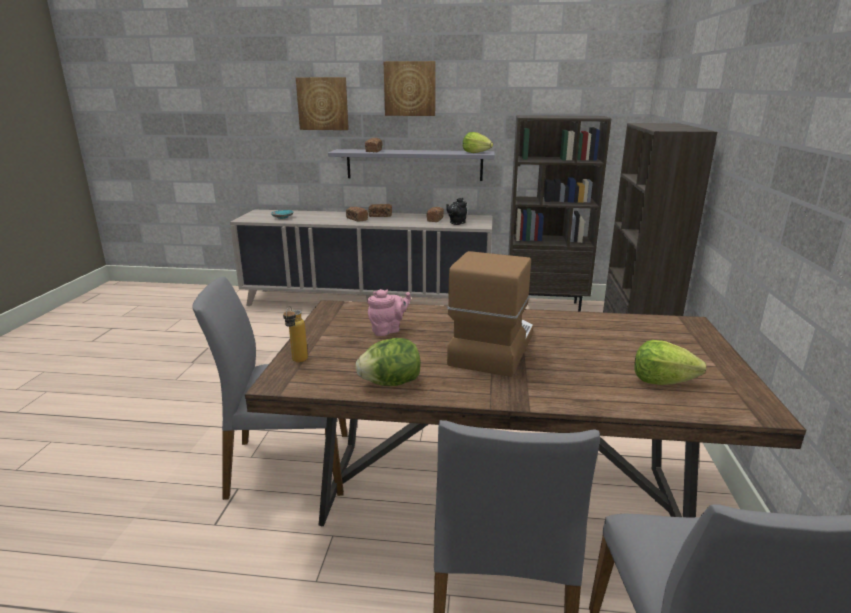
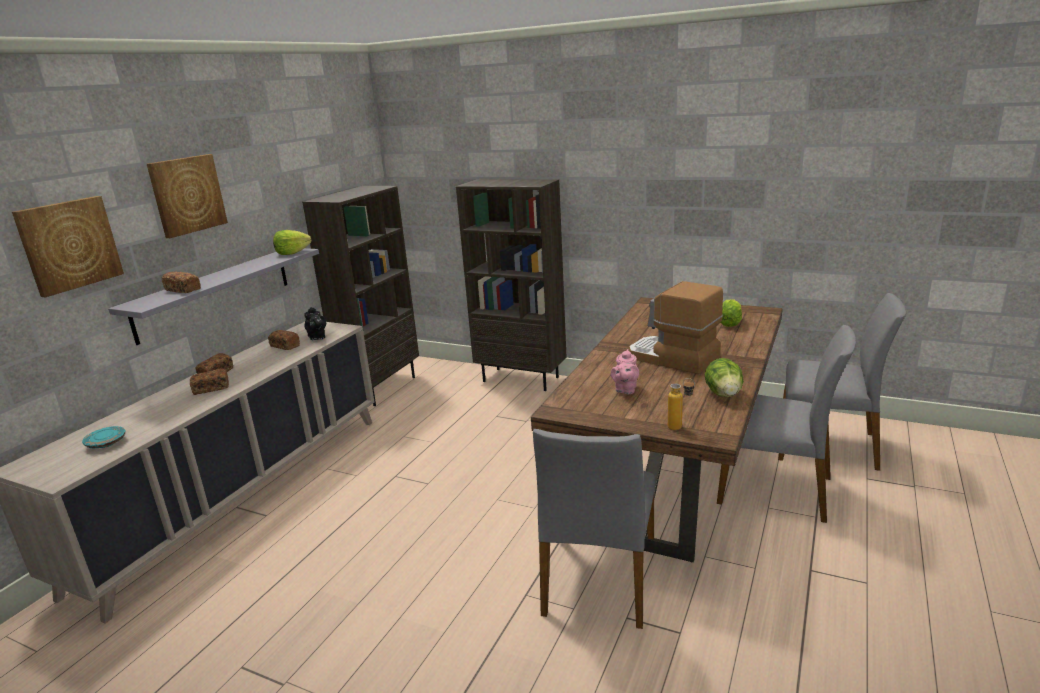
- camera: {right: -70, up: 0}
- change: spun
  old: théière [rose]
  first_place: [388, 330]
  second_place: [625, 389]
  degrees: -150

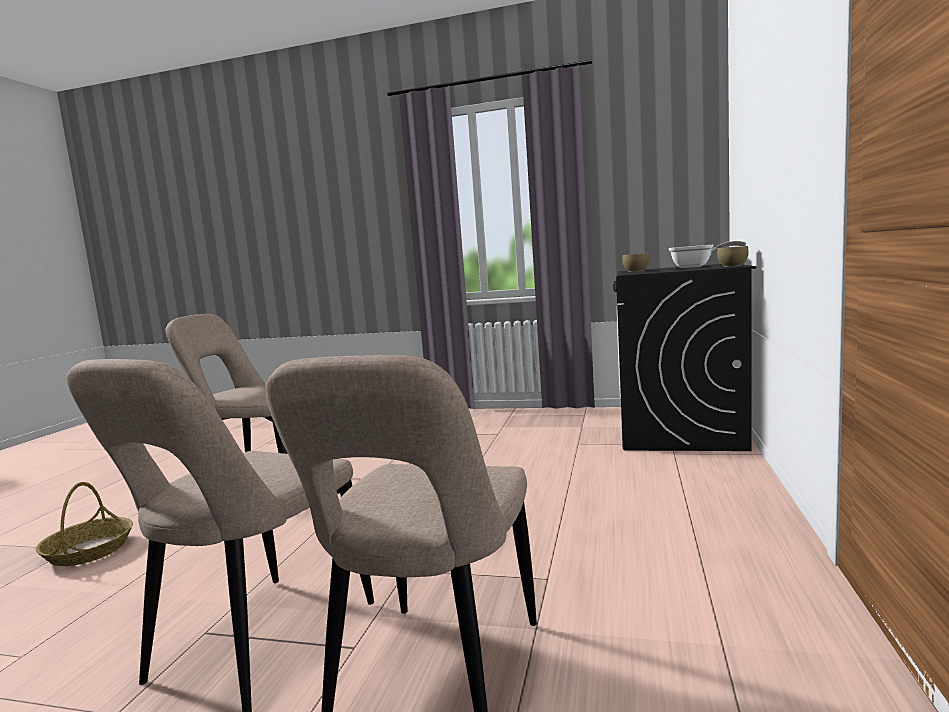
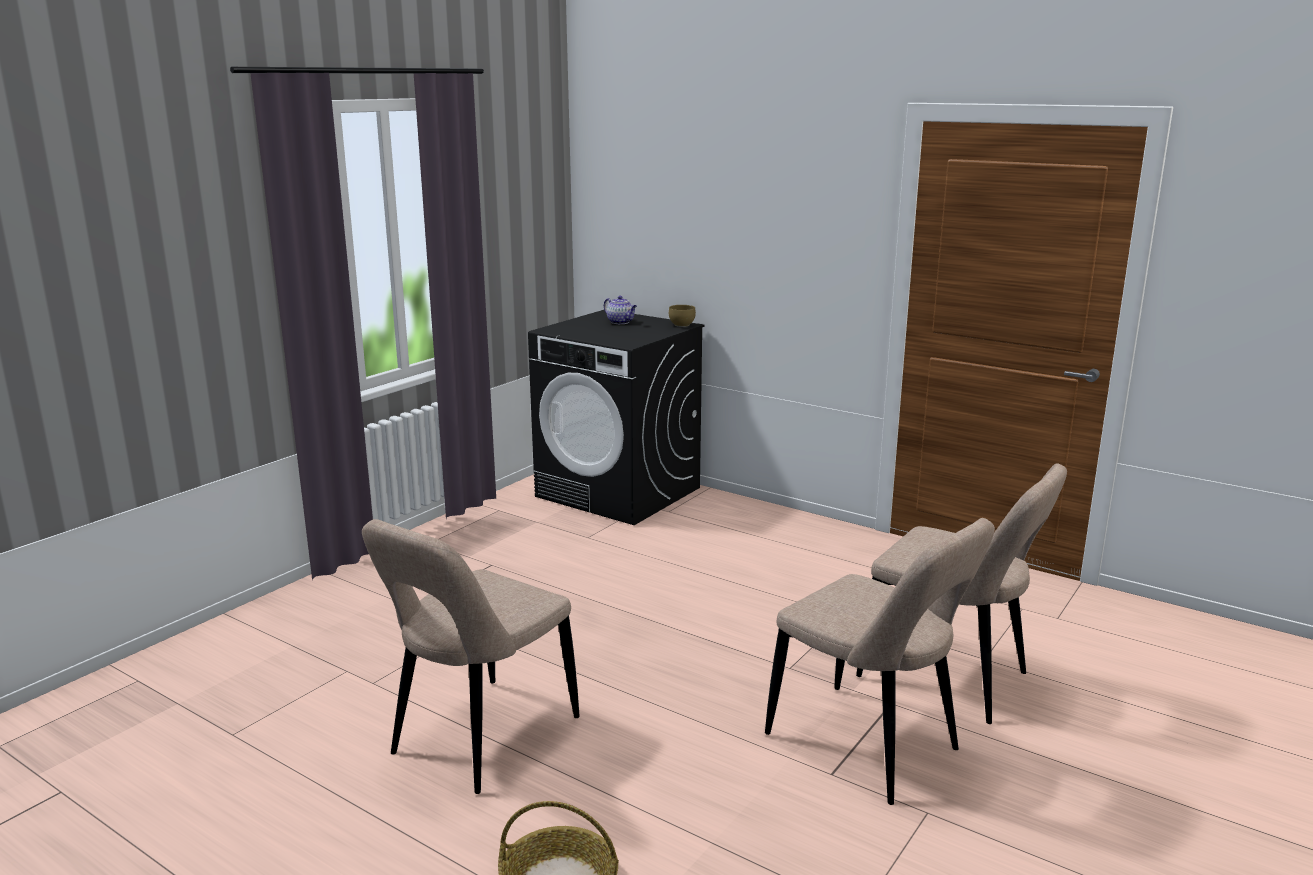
- camera: {right: -70, up: 10}
- change: exchanged
  old: poêle
  new: théière
  first_place: [697, 266]
  second_place: [621, 322]
- change: missing
  old: bol [marron]
  first_place: [637, 271]

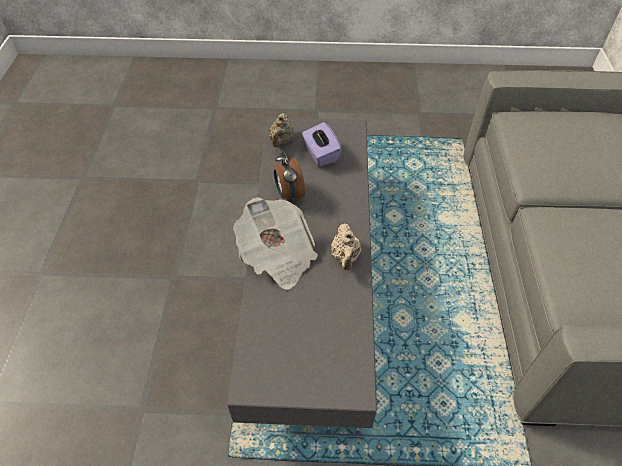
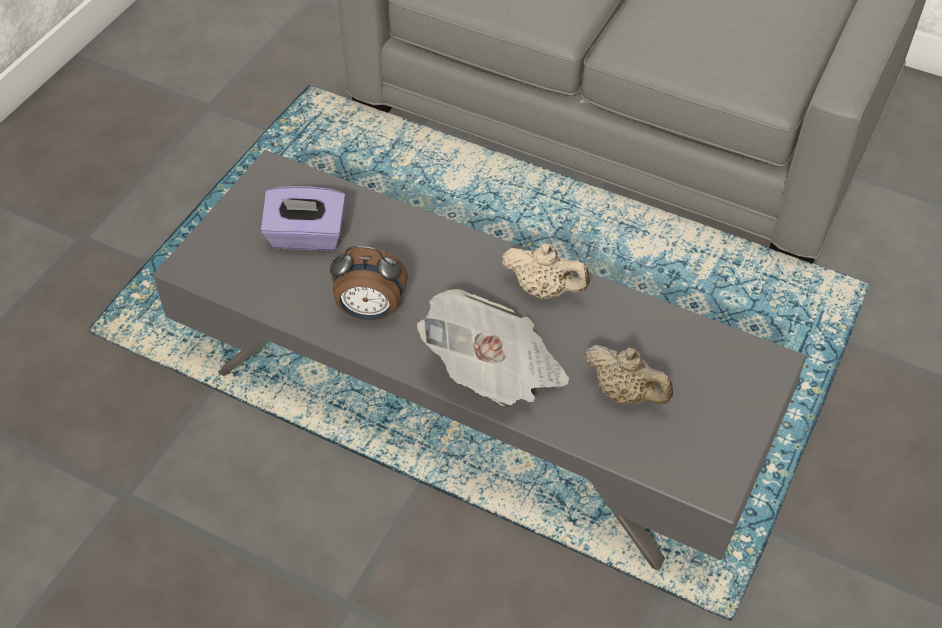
- camera: {right: -65, up: 0}
- change: relocated
  old: théière [beige]
  first_place: [281, 141]
  second_place: [625, 393]

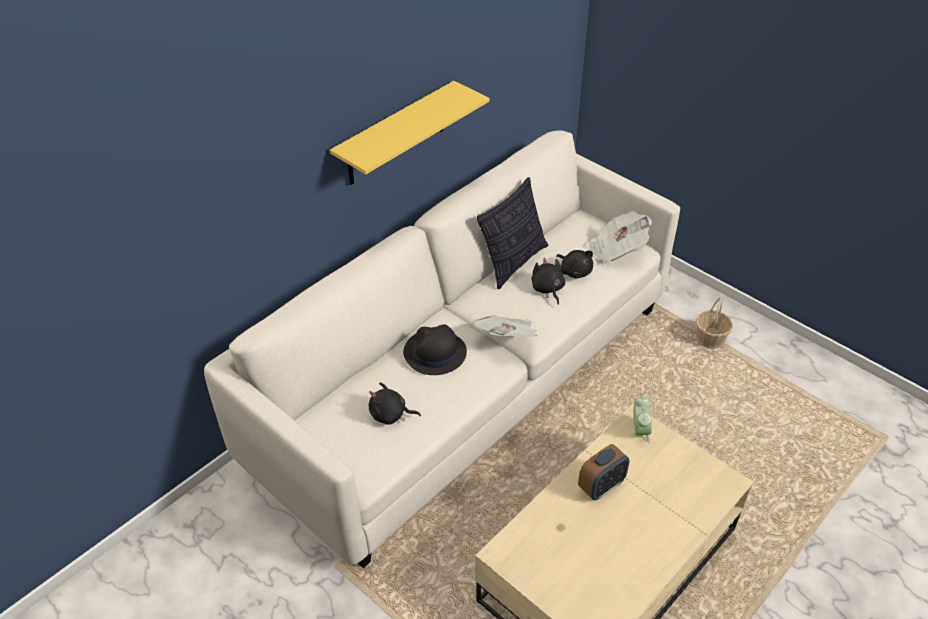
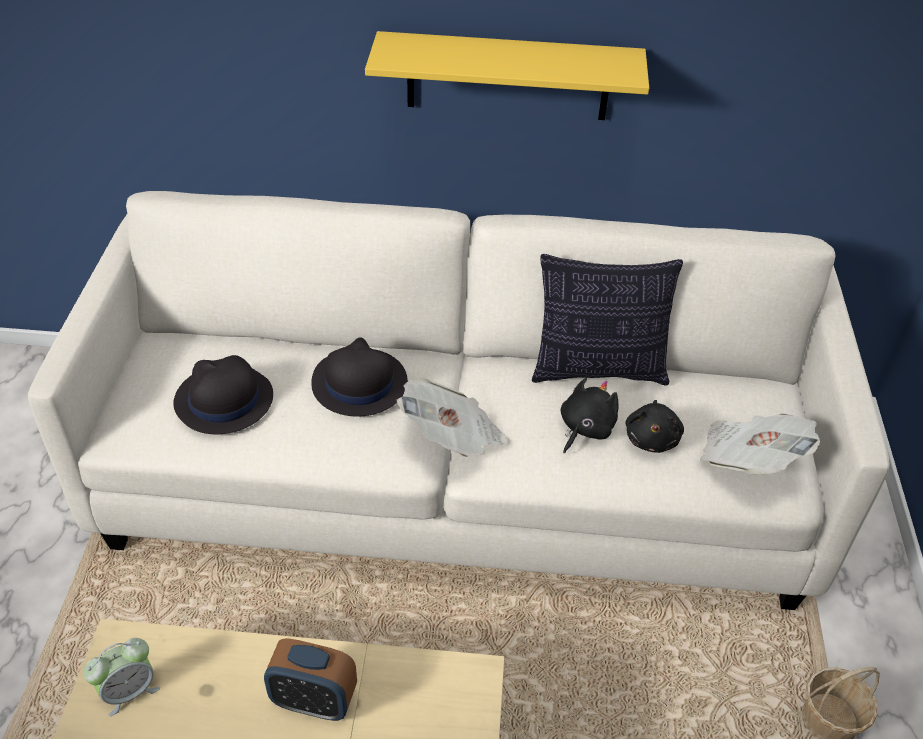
- camera: {right: 50, up: 0}
- change: exchanged
  old: peluche [noir]
  new: chapeau [noir]
  first_place: [390, 415]
  second_place: [223, 400]
- change: relocated
  old: réveil
  first_place: [640, 431]
  second_place: [129, 691]

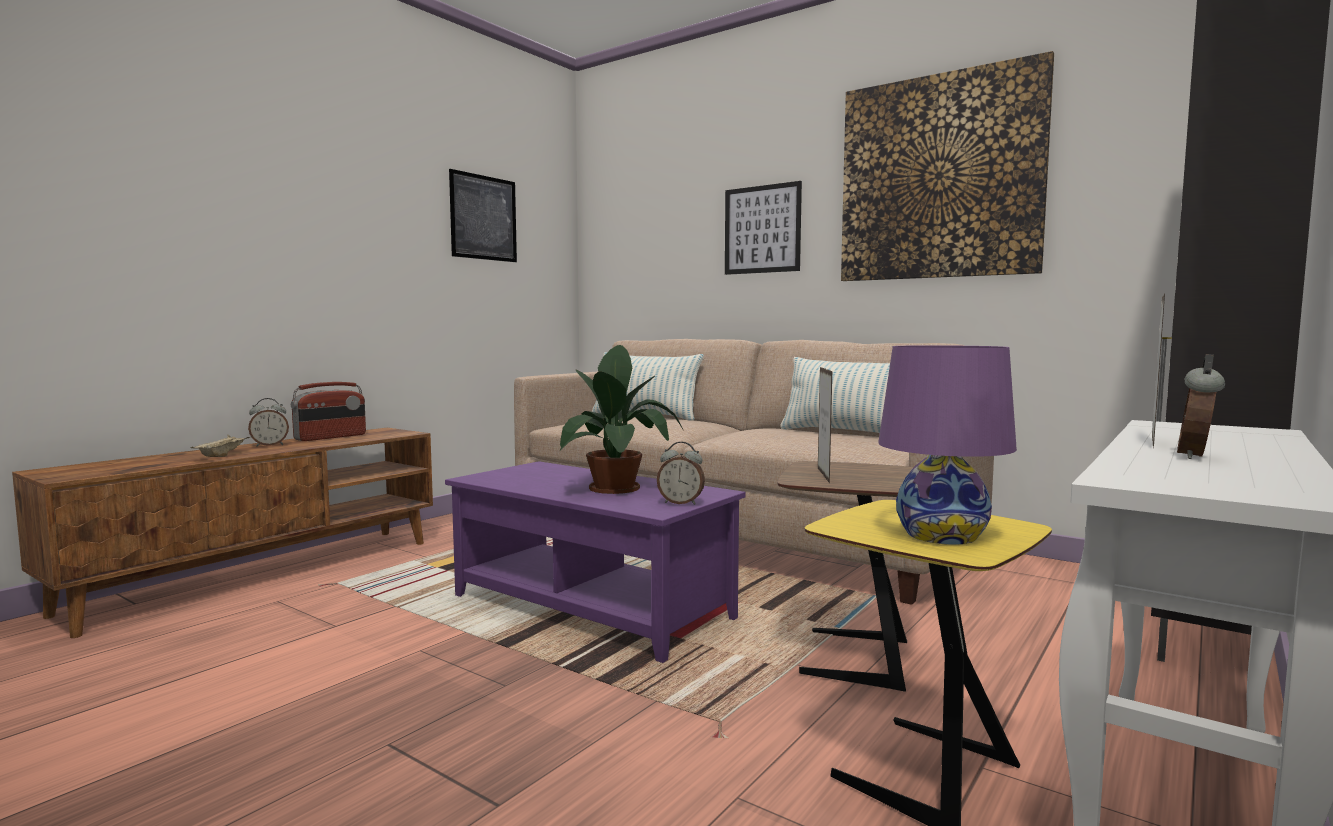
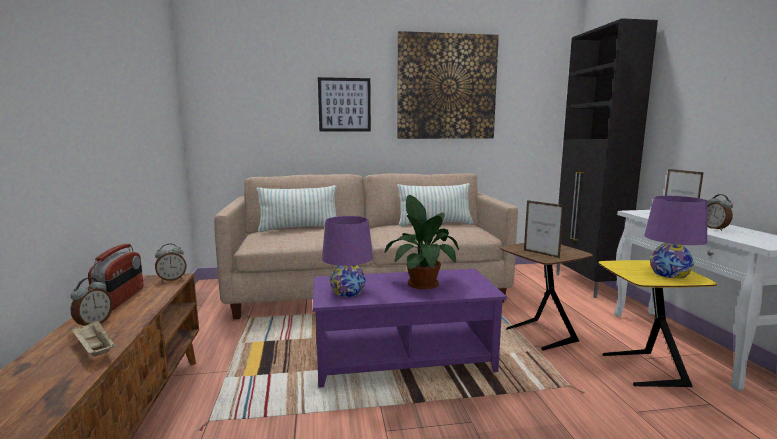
- camera: {right: -45, up: 5}
- change: missing
  old: tableau
  first_place: [483, 218]
- change: relocated
  old: réveil
  first_place: [681, 503]
  second_place: [172, 279]
- change: appeared
  new: lampe de table [violet]
  second_place: [348, 292]

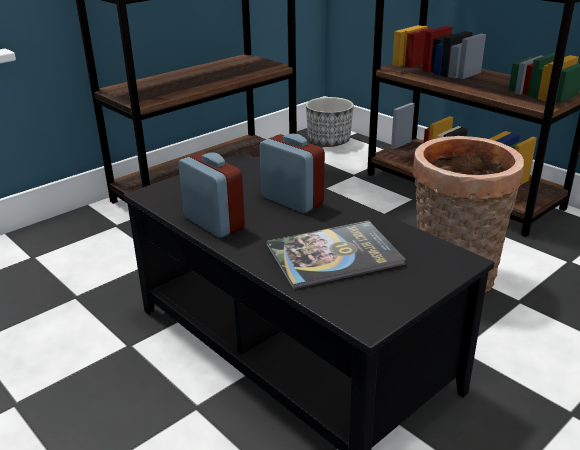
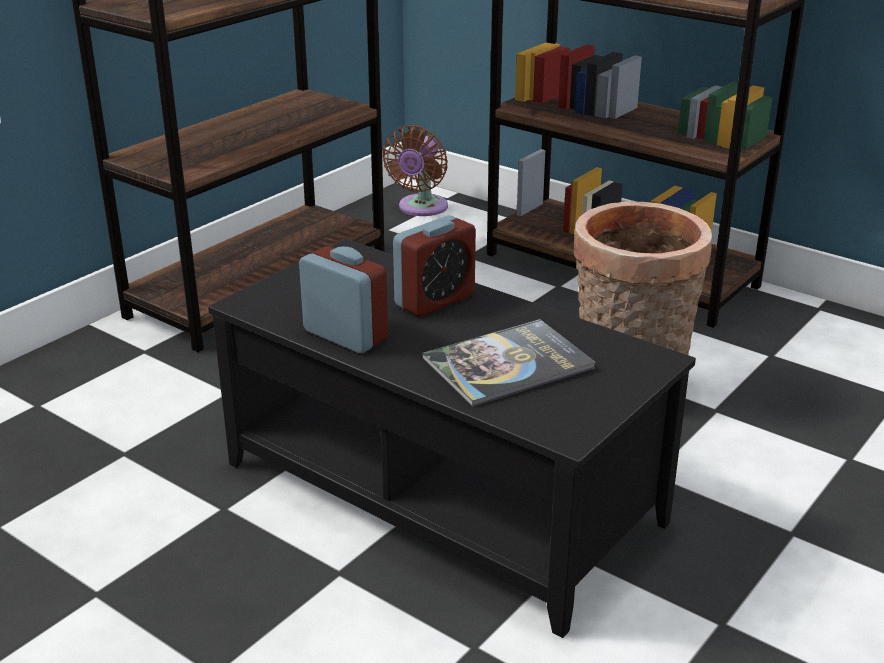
- camera: {right: -10, up: 0}
- change: exchanged
  old: cache-pot
  new: ventilateur [marron]
  first_place: [329, 142]
  second_place: [421, 208]
- change: spun
  old: réveil
  first_place: [292, 200]
  second_place: [435, 300]
  degrees: 105

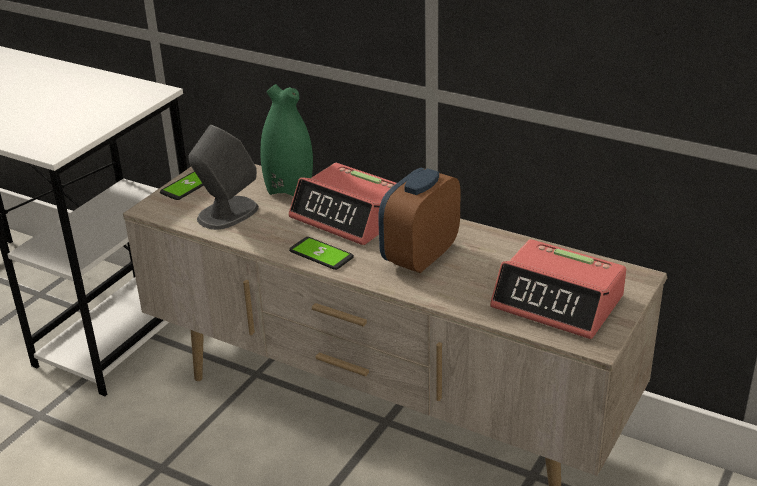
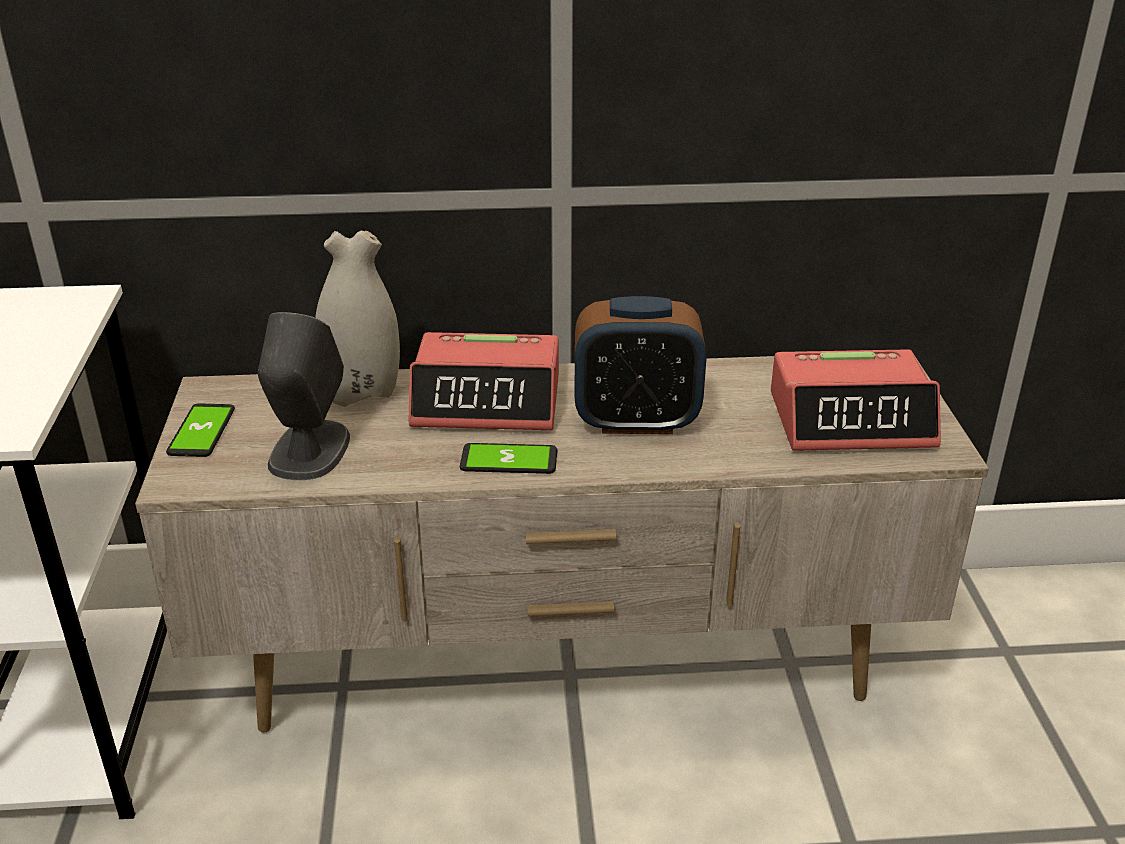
- camera: {right: -35, up: 0}
- change: colour
  old: vase [vert]
  new: vase [blanc]
  first_place: [289, 189]
  second_place: [362, 392]
- change: spun
  old: réveil
  first_place: [420, 257]
  second_place: [636, 421]
  degrees: -90

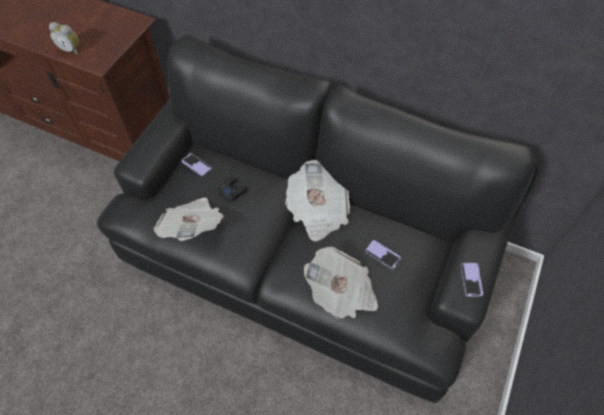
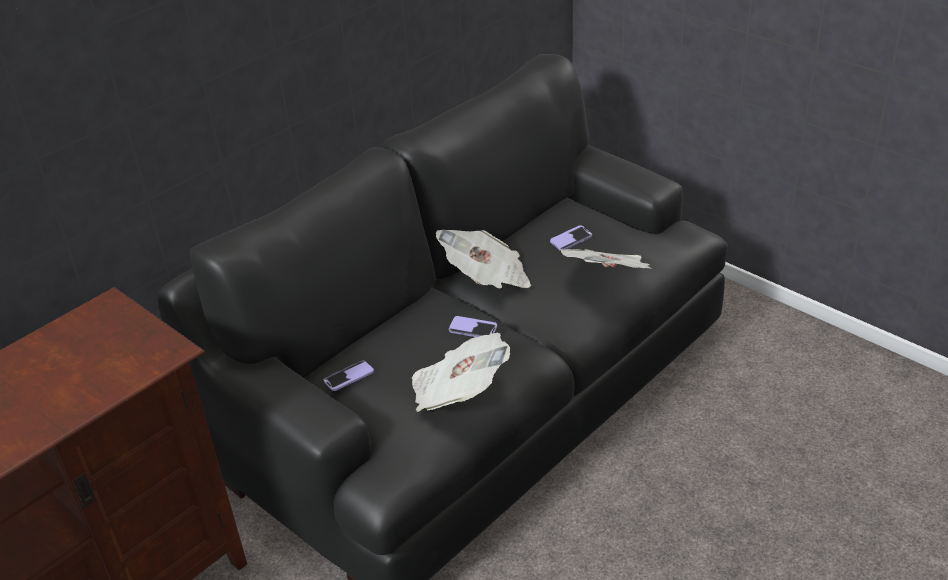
- camera: {right: -70, up: -20}
- change: missing
  old: réveil
  first_place: [71, 50]
- change: missing
  old: manette [noir]
  first_place: [232, 191]
- change: relocated
  old: téléphone
  first_place: [471, 280]
  second_place: [473, 329]

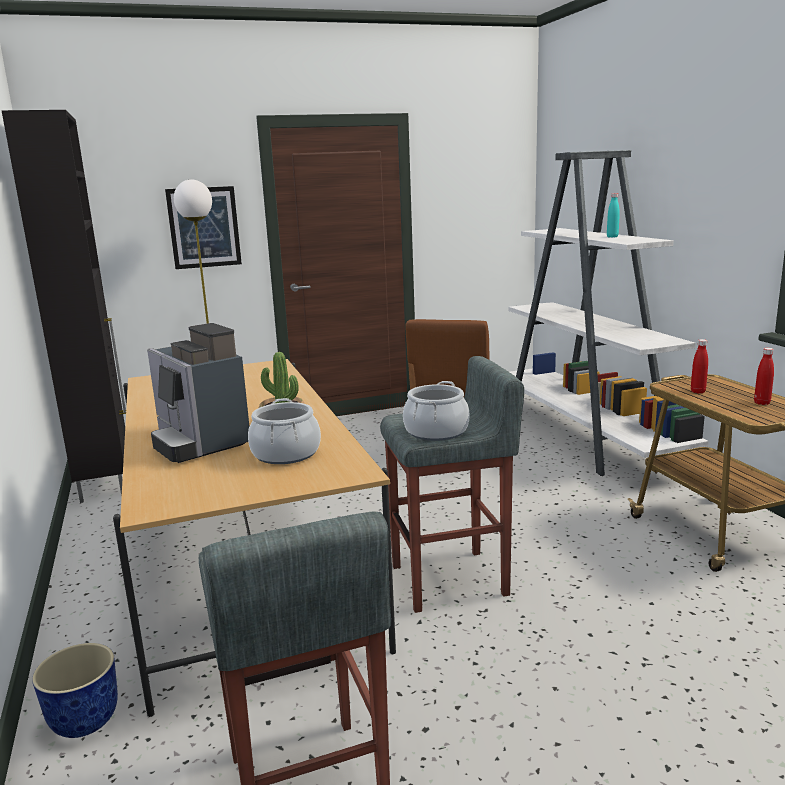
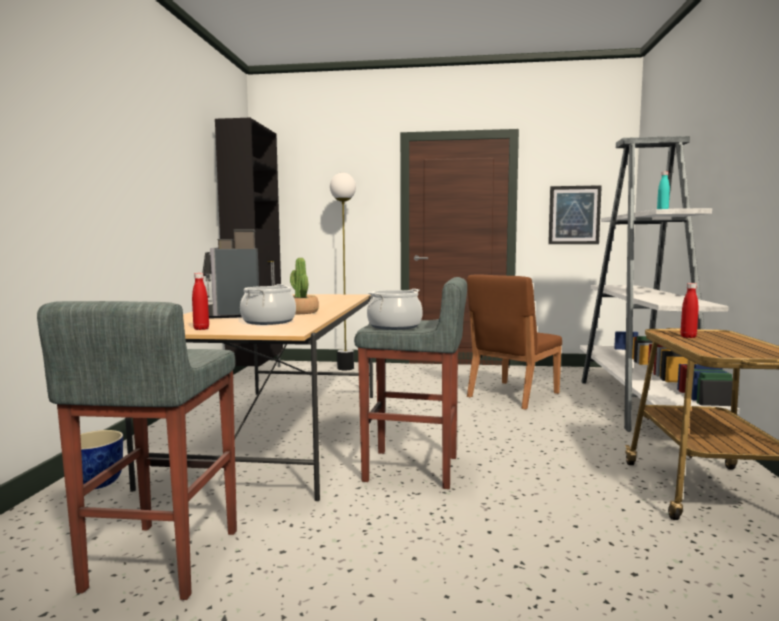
- camera: {right: 25, up: -10}
- change: relocated
  old: tableau
  first_place: [204, 227]
  second_place: [574, 215]
- change: relocated
  old: bouteille [rouge]
  first_place: [762, 403]
  second_place: [201, 329]

